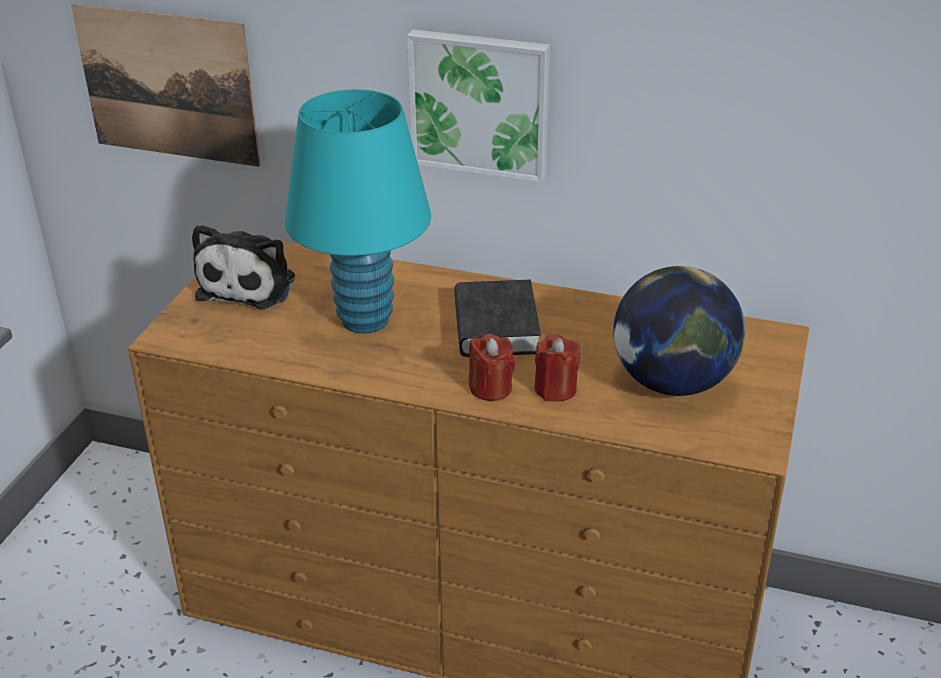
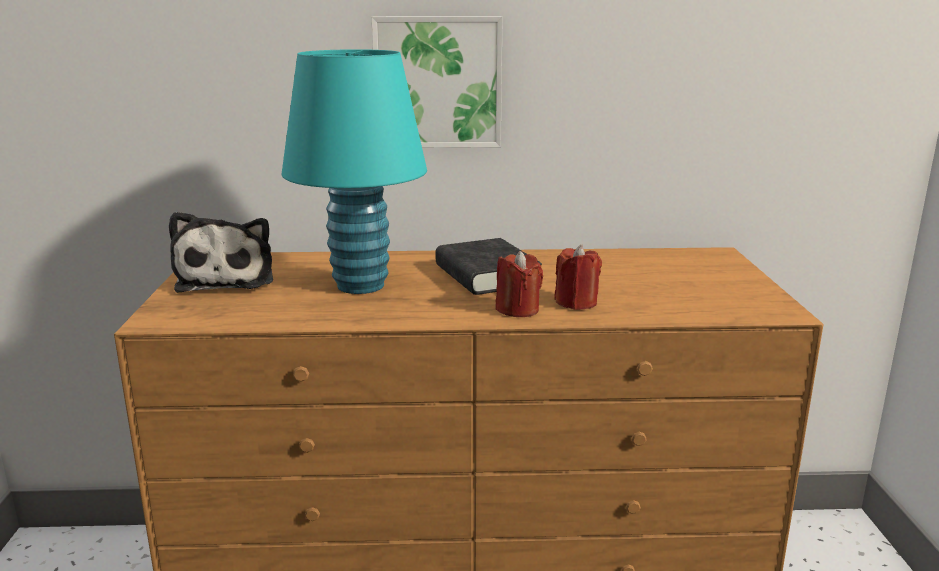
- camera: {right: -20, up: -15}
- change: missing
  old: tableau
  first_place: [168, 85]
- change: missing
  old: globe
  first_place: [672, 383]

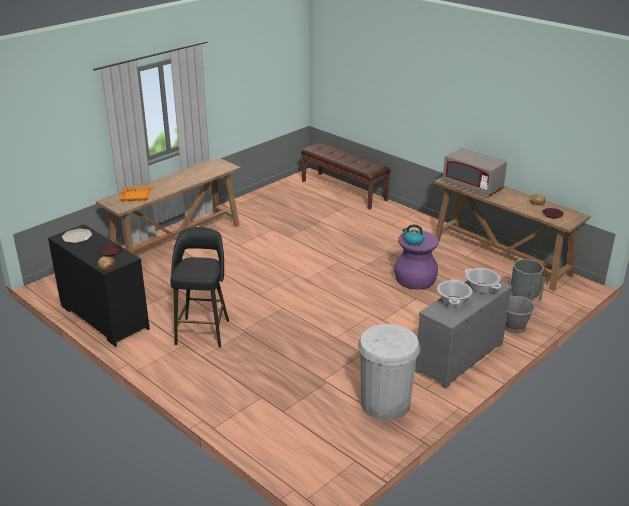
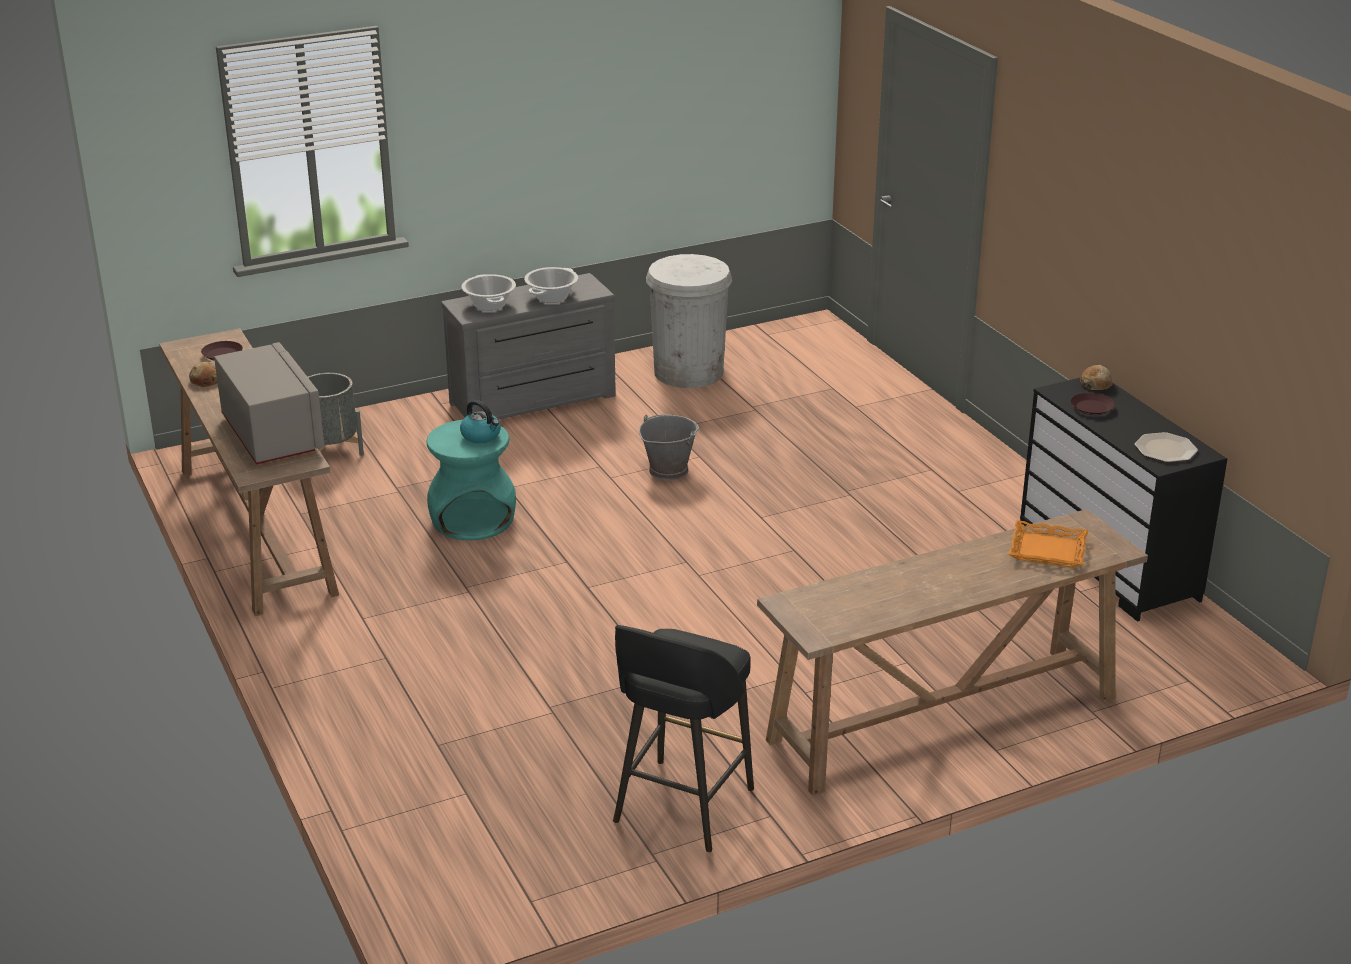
- camera: {right: -160, up: 0}
- change: missing
  old: banc [marron]
  first_place: [344, 190]
- change: relocated
  old: tabouret [noir]
  first_place: [203, 331]
  second_place: [681, 808]
- change: colour
  old: tabouret [violet]
  new: tabouret [turquoise]
  first_place: [415, 280]
  second_place: [473, 520]
- change: relocated
  old: seau [gris]
  first_place: [514, 327]
  second_place: [668, 470]

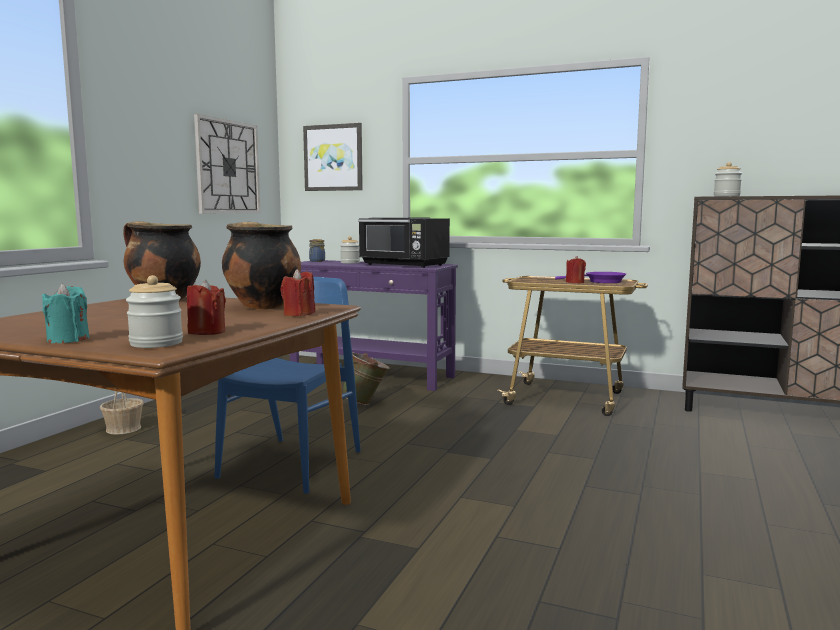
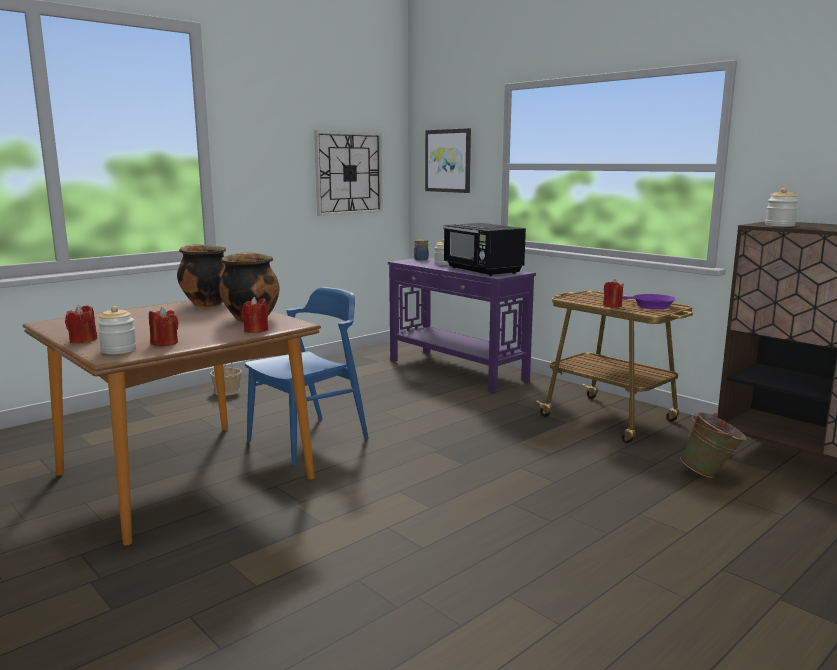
- camera: {right: 25, up: 5}
- change: colour
  old: bougie [turquoise]
  new: bougie [rouge]
  first_place: [68, 340]
  second_place: [83, 340]
- change: relocated
  old: seau [vert]
  first_place: [366, 403]
  second_place: [710, 474]

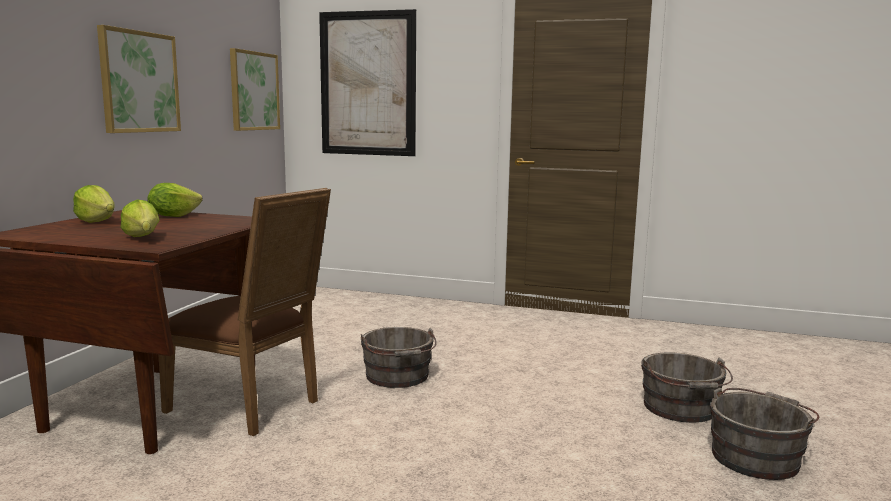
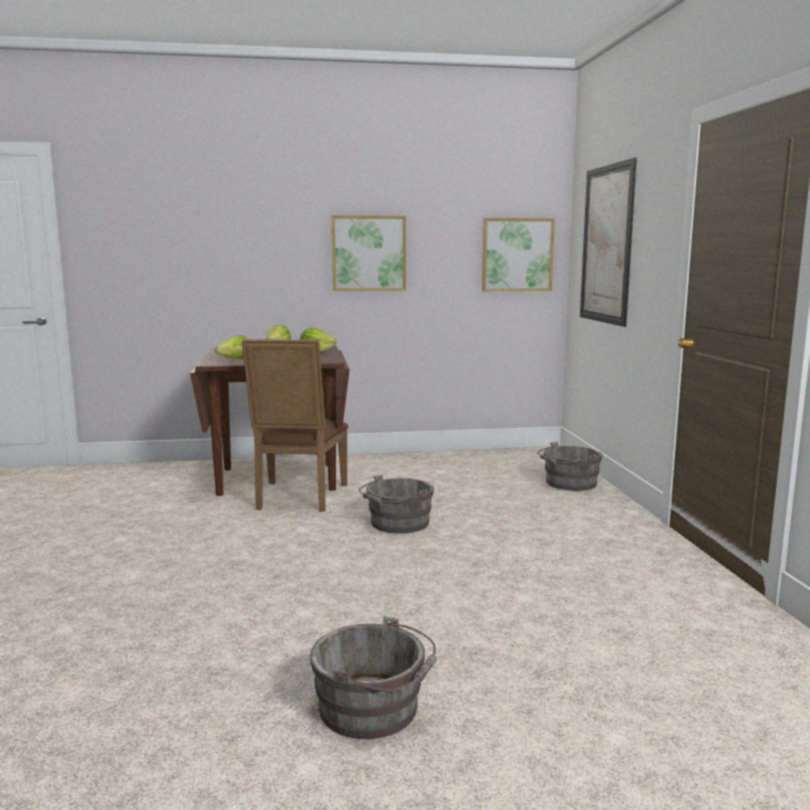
- camera: {right: 65, up: 0}
- change: relocated
  old: seau [gris]
  first_place: [681, 409]
  second_place: [568, 483]

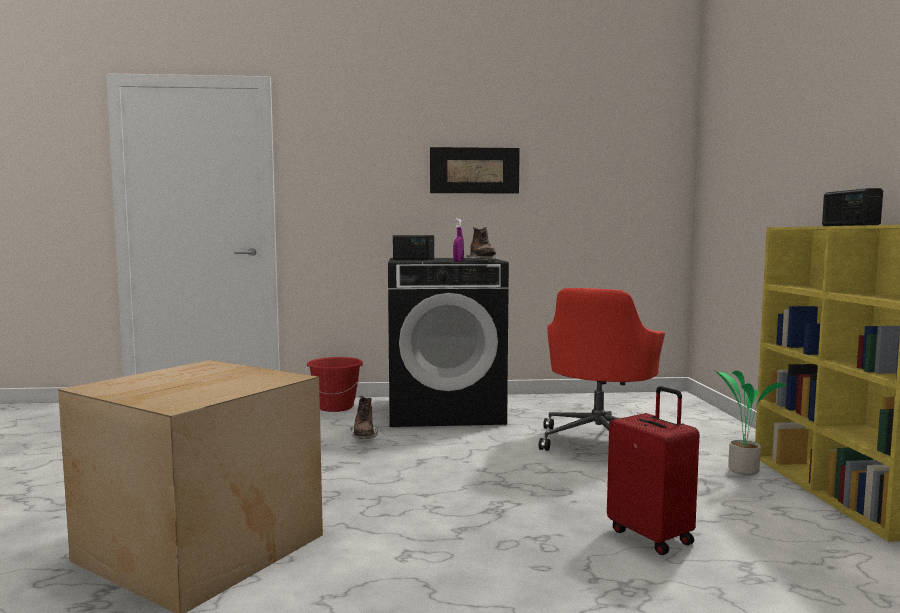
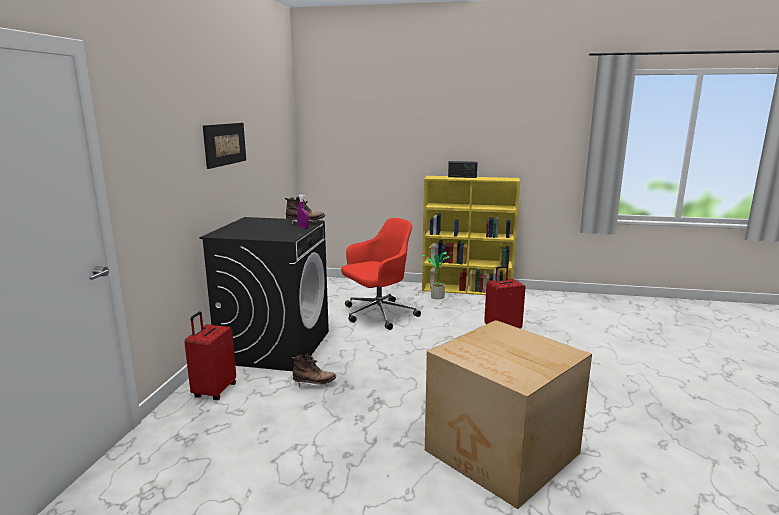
- camera: {right: -75, up: 10}
- change: missing
  old: radio
  first_place: [413, 259]
- change: spun
  old: chaise de bureau [rouge]
  first_place: [599, 441]
  second_place: [378, 314]
  degrees: -75
- change: exchanged
  old: seau [rouge]
  new: valise [rouge]
  first_place: [335, 407]
  second_place: [214, 391]

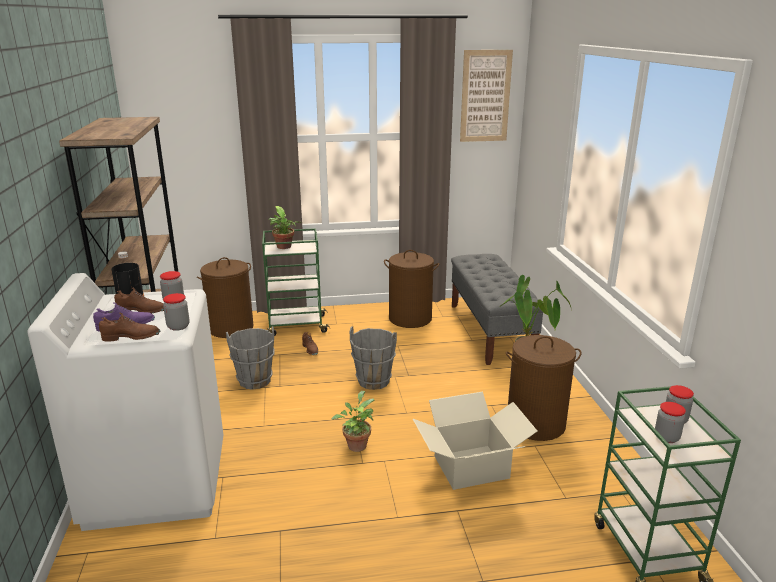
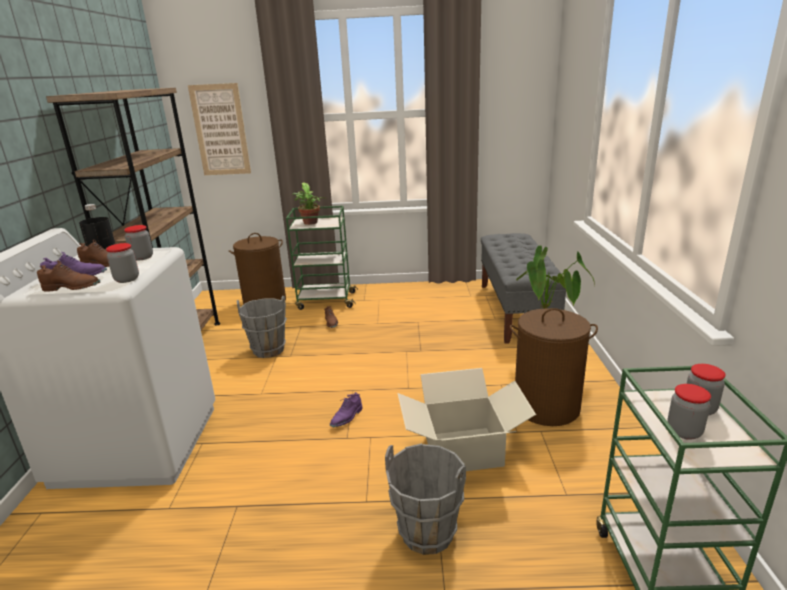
- camera: {right: 10, up: 0}
- change: relocated
  old: tableau
  first_place: [485, 96]
  second_place: [220, 130]
- change: missing
  old: panier à linge [marron]
  first_place: [410, 318]
- change: relocated
  old: seau [gris]
  first_place: [373, 381]
  second_place: [427, 532]
- change: exchanged
  old: plante en pot
  new: chaussure [violet]
  first_place: [356, 444]
  second_place: [347, 418]

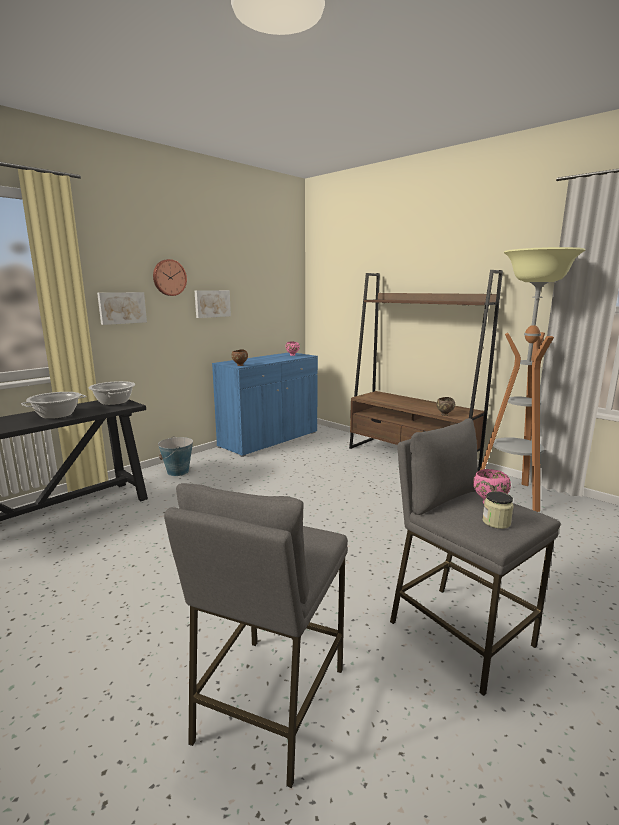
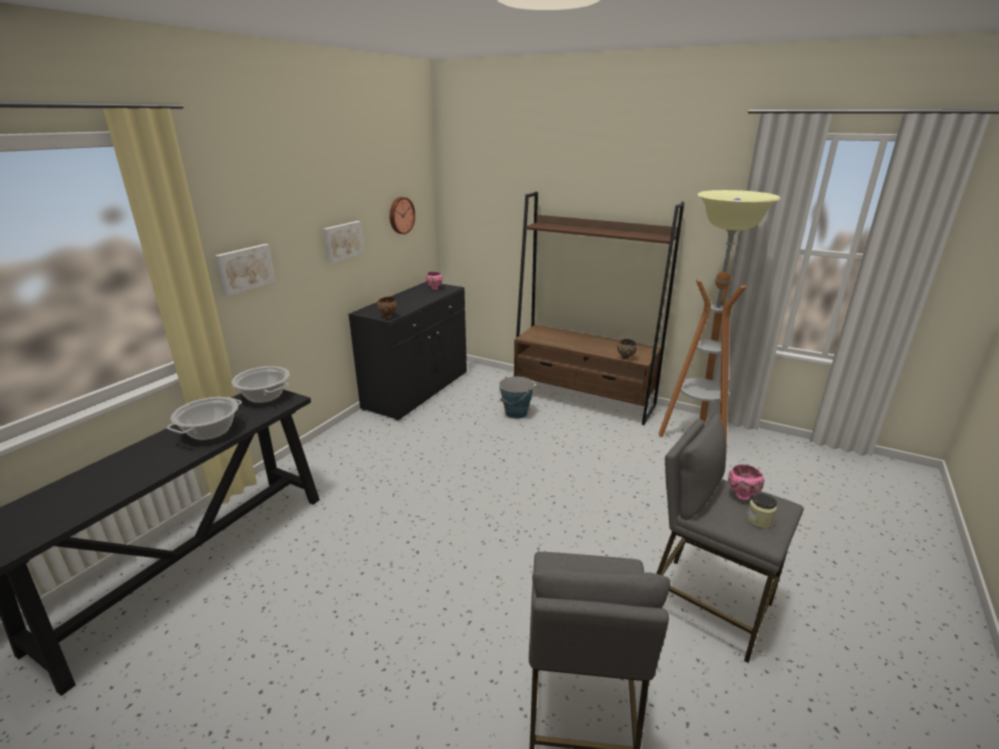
- camera: {right: -15, up: 10}
- change: relocated
  old: horloge murale
  first_place: [169, 277]
  second_place: [401, 215]
- change: colour
  old: meuble de rangement [bleu]
  new: meuble de rangement [noir]
  first_place: [269, 439]
  second_place: [417, 390]
- change: relocated
  old: seau
  first_place: [178, 472]
  second_place: [516, 413]

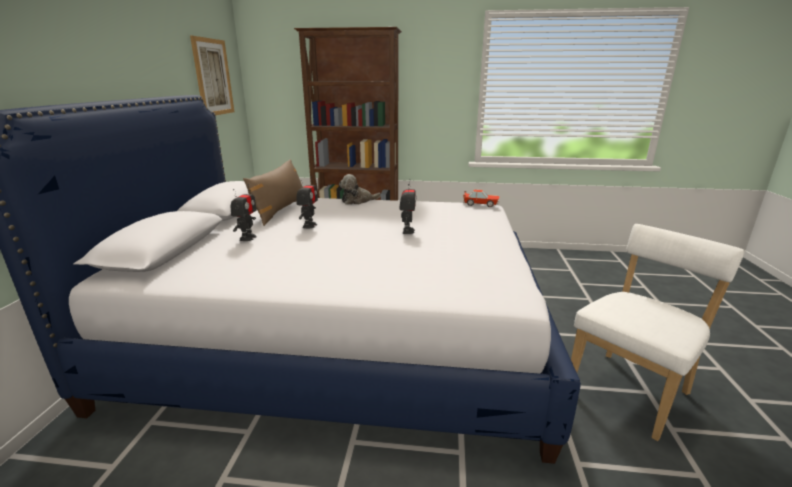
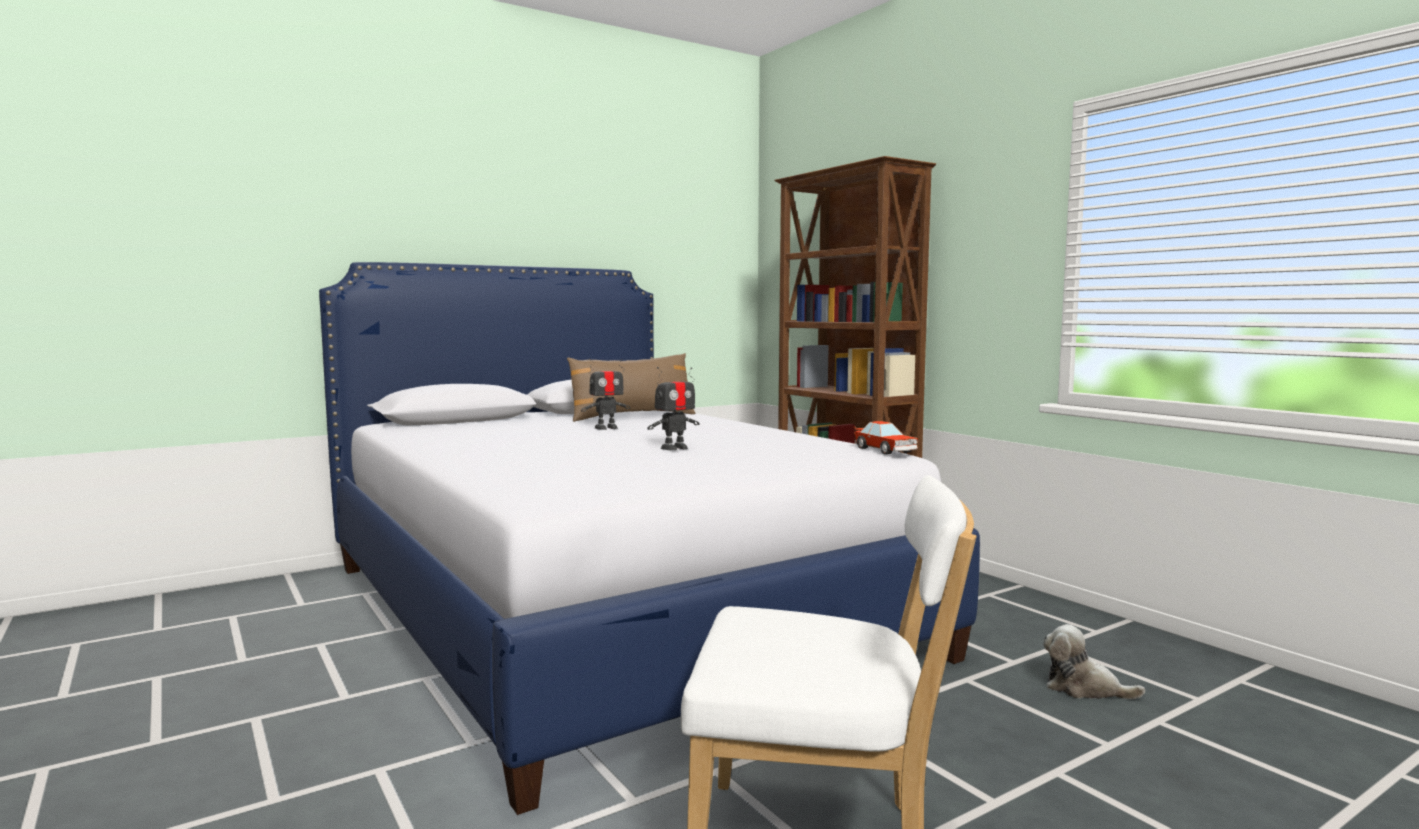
- camera: {right: 50, up: -15}
- change: missing
  old: tableau
  first_place: [213, 77]
- change: relocated
  old: peluche
  first_place: [358, 201]
  second_place: [1084, 688]
- change: missing
  old: robot jouet
  first_place: [247, 238]

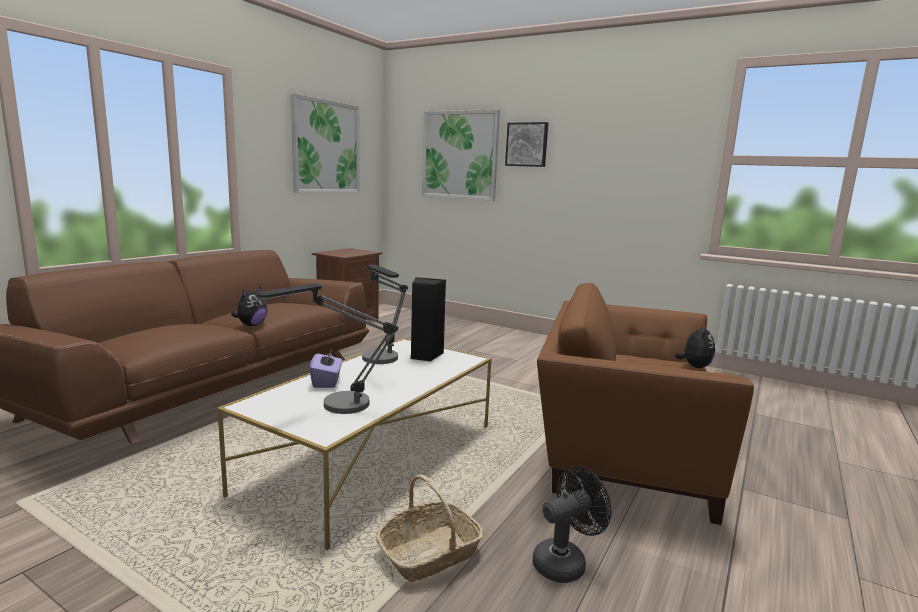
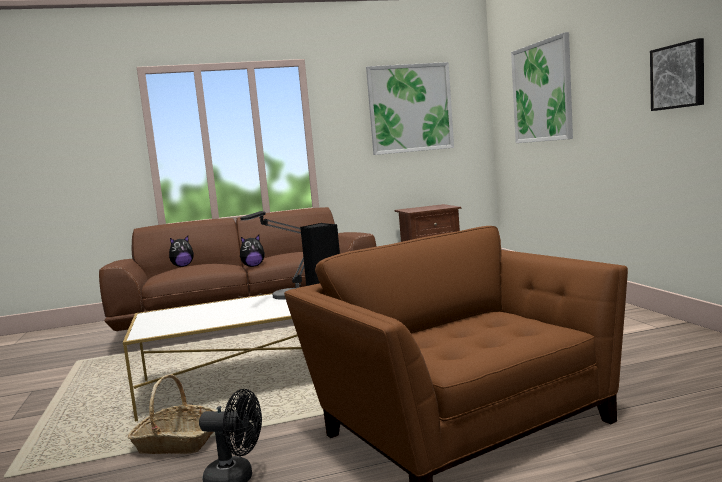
- camera: {right: 45, up: -5}
- change: relocated
  old: tableau
  first_place: [527, 144]
  second_place: [679, 76]
- change: missing
  old: lampe de table
  first_place: [334, 408]
- change: relocated
  old: peluche
  first_place: [694, 366]
  second_place: [182, 266]
- change: missing
  old: boîte à mouchoirs [violet]
  first_place: [327, 382]

